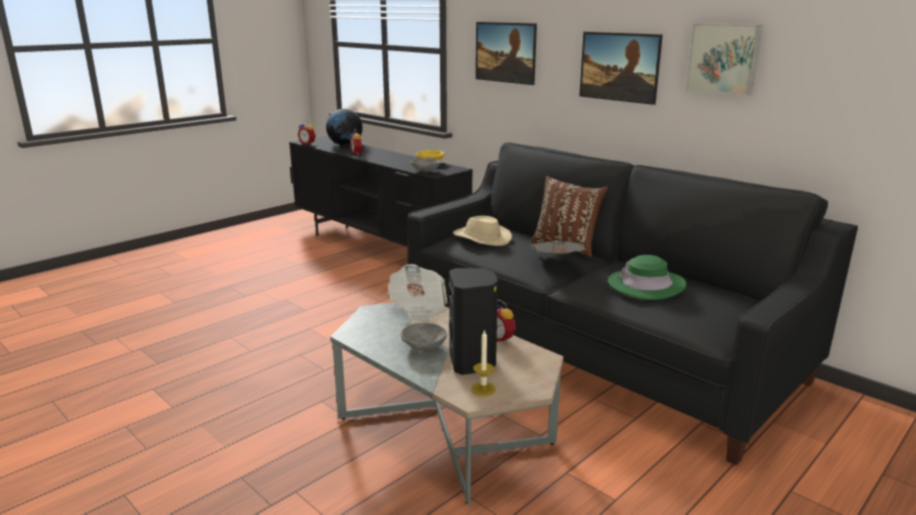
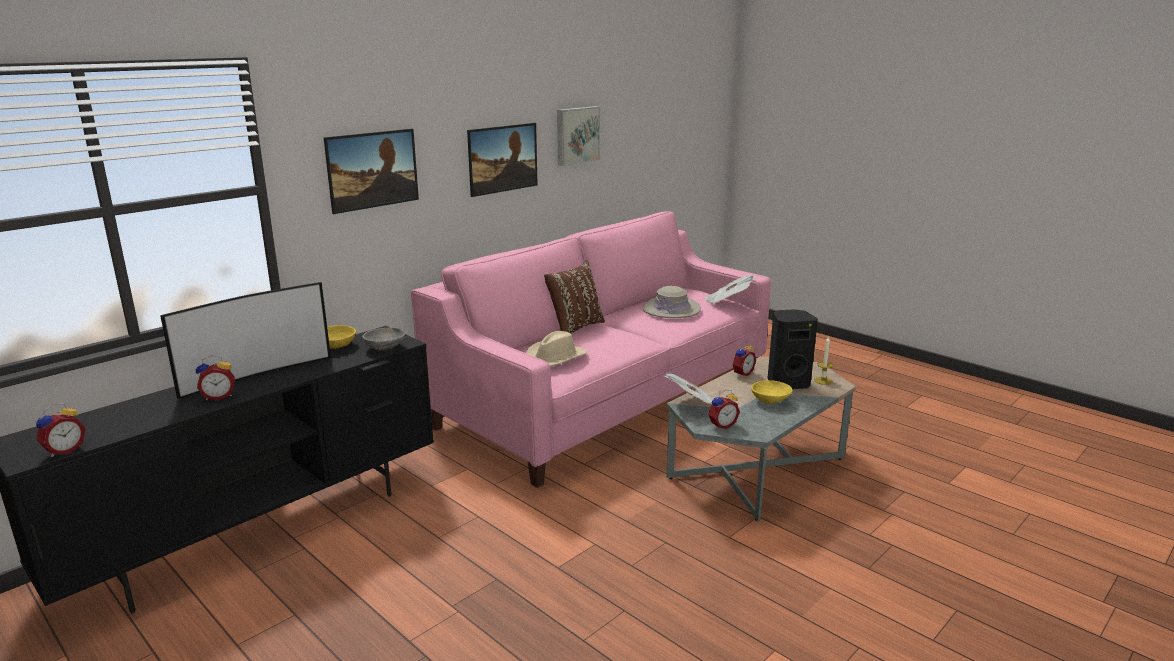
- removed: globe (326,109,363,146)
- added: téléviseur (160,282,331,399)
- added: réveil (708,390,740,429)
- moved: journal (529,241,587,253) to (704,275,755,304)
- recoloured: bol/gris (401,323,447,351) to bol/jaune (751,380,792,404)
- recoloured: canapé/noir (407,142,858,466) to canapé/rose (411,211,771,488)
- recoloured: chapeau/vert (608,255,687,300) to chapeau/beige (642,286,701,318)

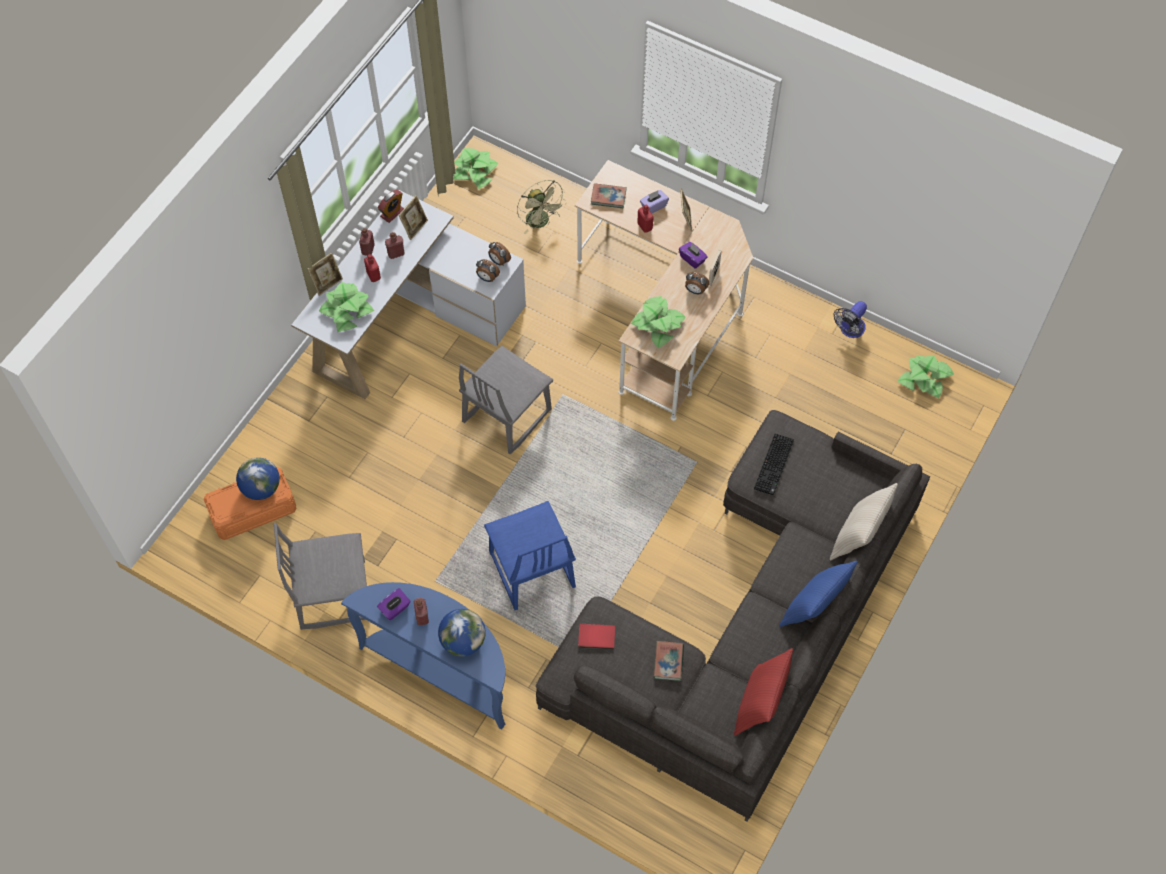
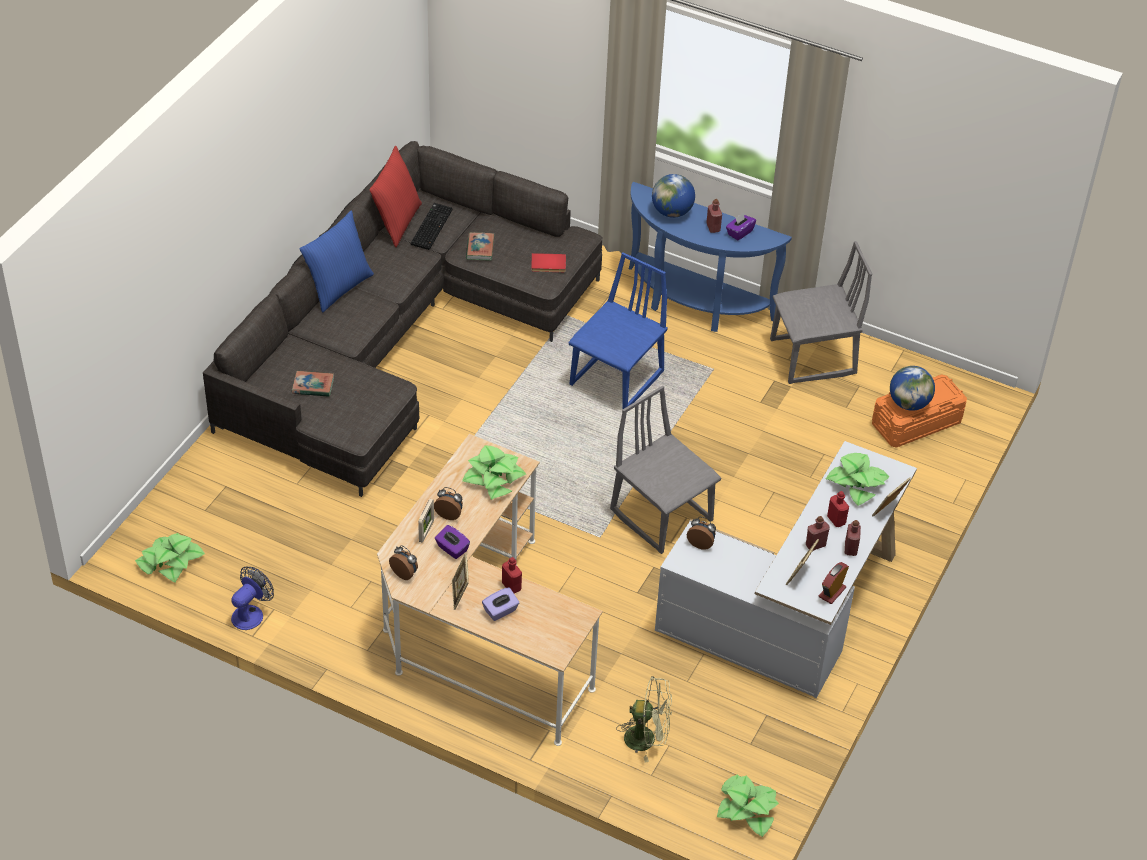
- removed: coussin/beige (830,483,898,561)
- moved: réveil (488,242,511,266) to (389,545,418,580)
- moved: livre (591,183,627,208) to (292,371,334,397)
- moved: clavier (754,434,794,495) to (411,203,453,250)
- turned: chaise/gris (459,346,553,455) = (610,386,721,554) 75 degrees counterclockwise
- turned: chaise/bleu (484,501,576,610) = (569,252,668,410) 60 degrees clockwise
- turned: ventilateur/vert (517,180,566,234) = (616,676,672,762) 135 degrees clockwise

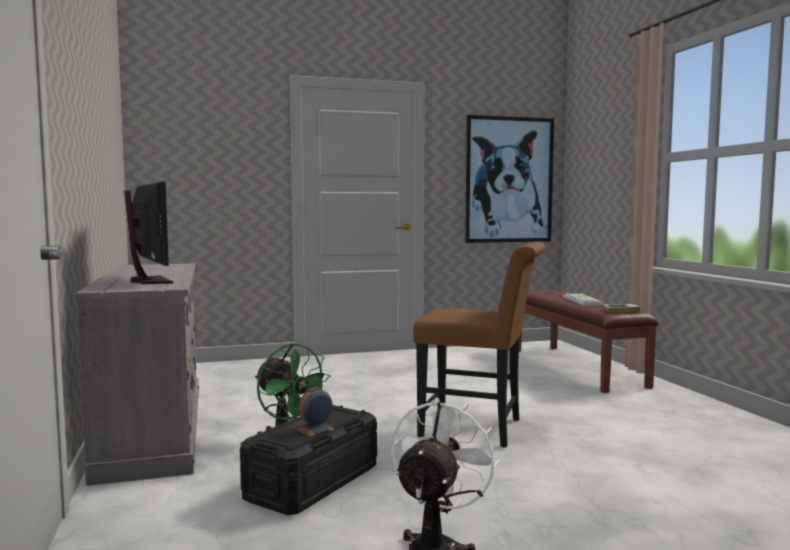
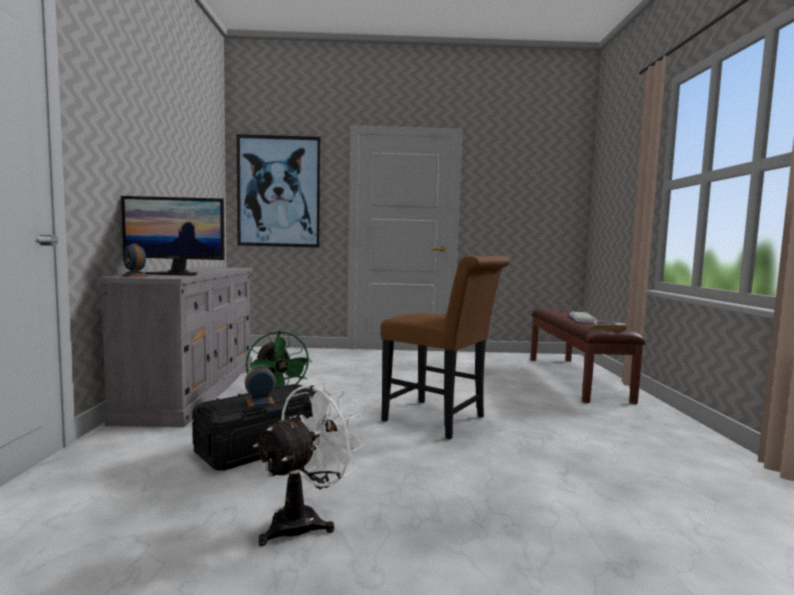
- added: réveil (121,244,149,277)
- moved: tableau (465,115,554,243) to (237,134,321,248)
- turned: écran d'ordinateur (123,181,173,284) = (121,196,225,276) 105 degrees clockwise

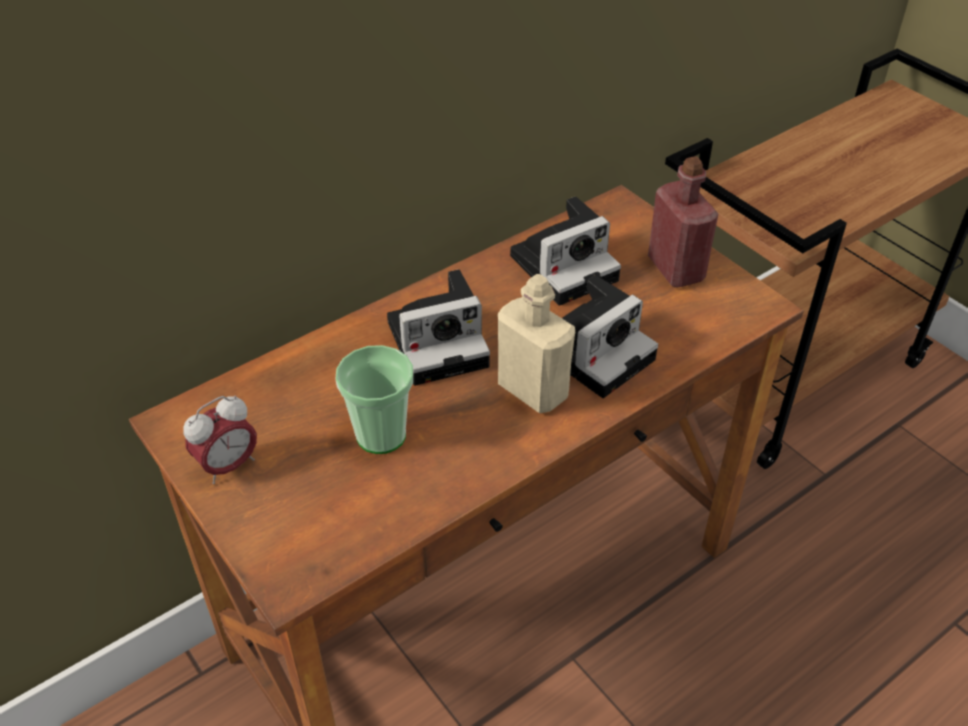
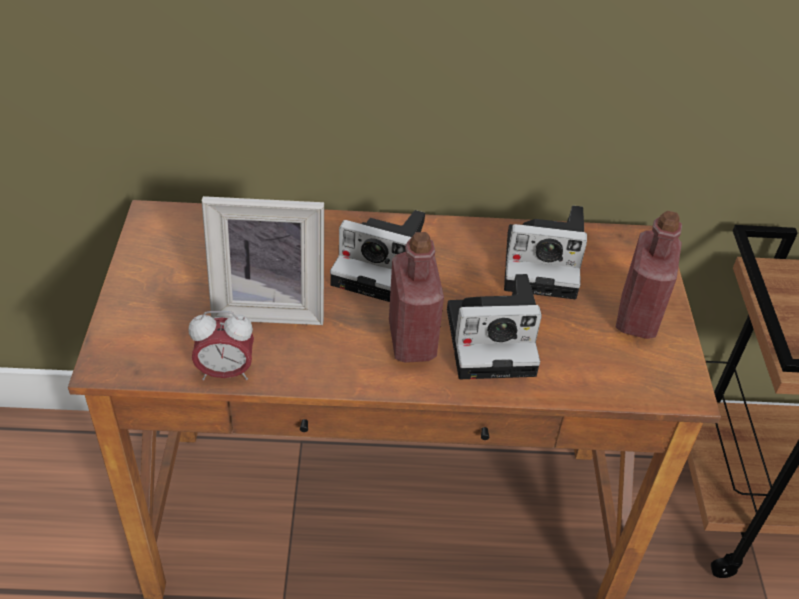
- moved: réveil (183,395,257,484) to (189,311,254,380)
- replaced: tasse (335,345,413,454) to cadre photo (202,196,324,325)
- recoloured: bouteille/beige (498,274,575,413) to bouteille/rouge (389,232,444,363)

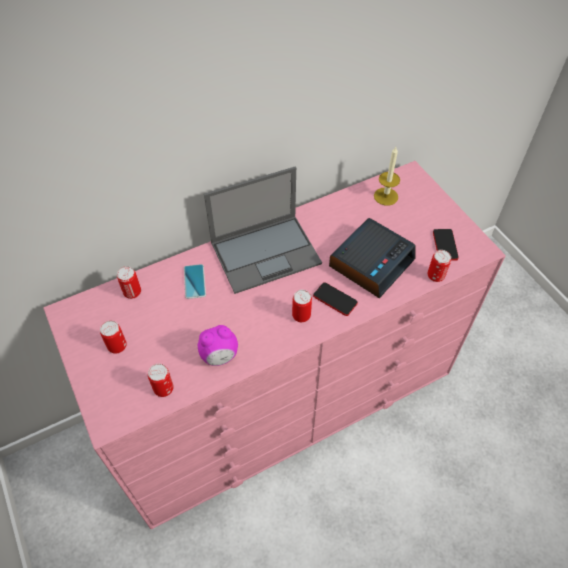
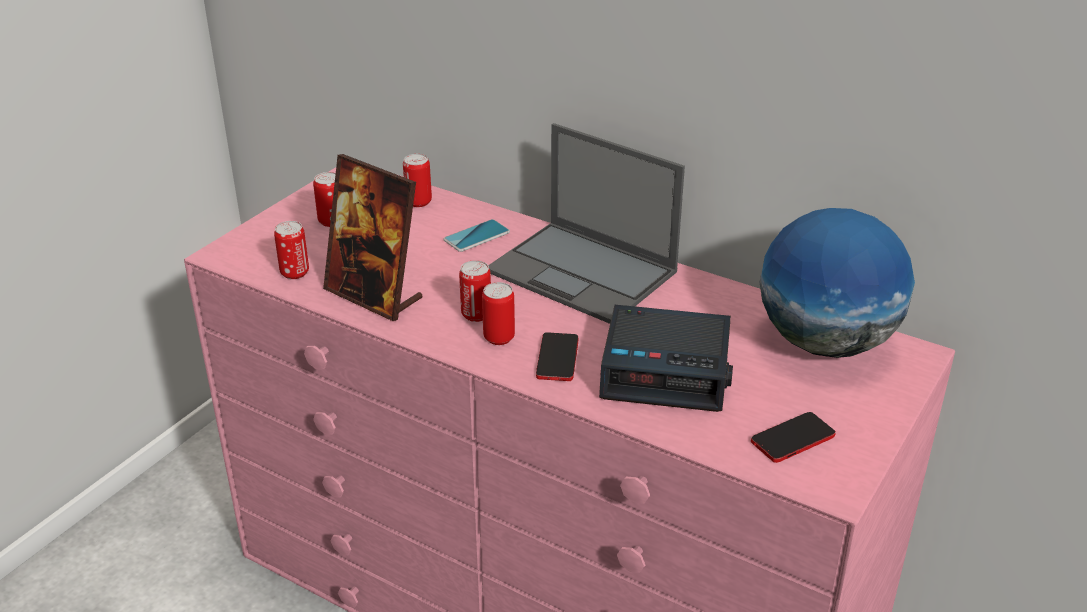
- moved: boîte métallique (428,250,451,282) to (459,260,491,322)
- replaced: réveil (198,325,238,366) to cadre photo (323,154,423,321)
- replaced: bougie (374,147,400,206) to globe (759,208,915,358)

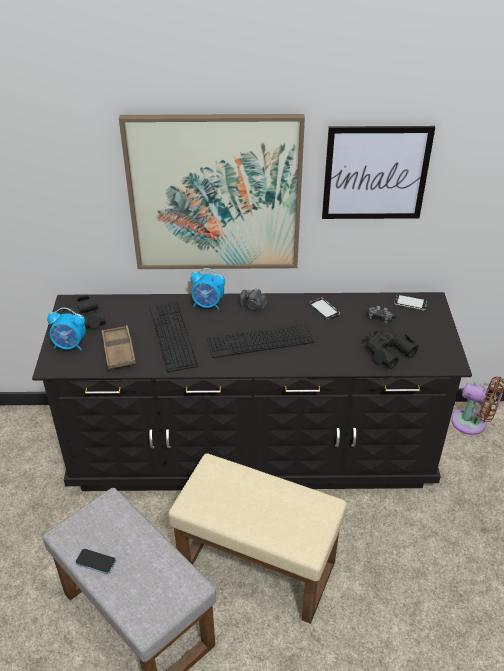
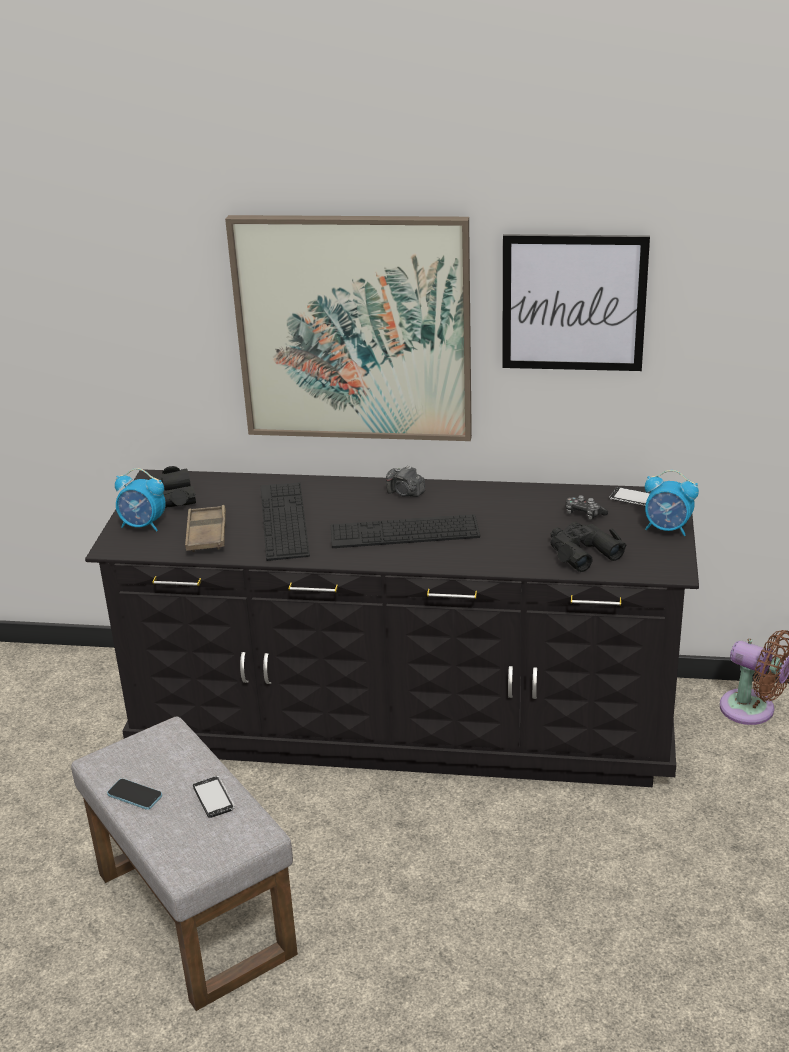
- removed: pouf/beige (168,454,347,624)
- moved: réveil (190,268,225,310) to (645,470,699,536)
- moved: téléphone (309,298,340,320) to (193,776,235,818)

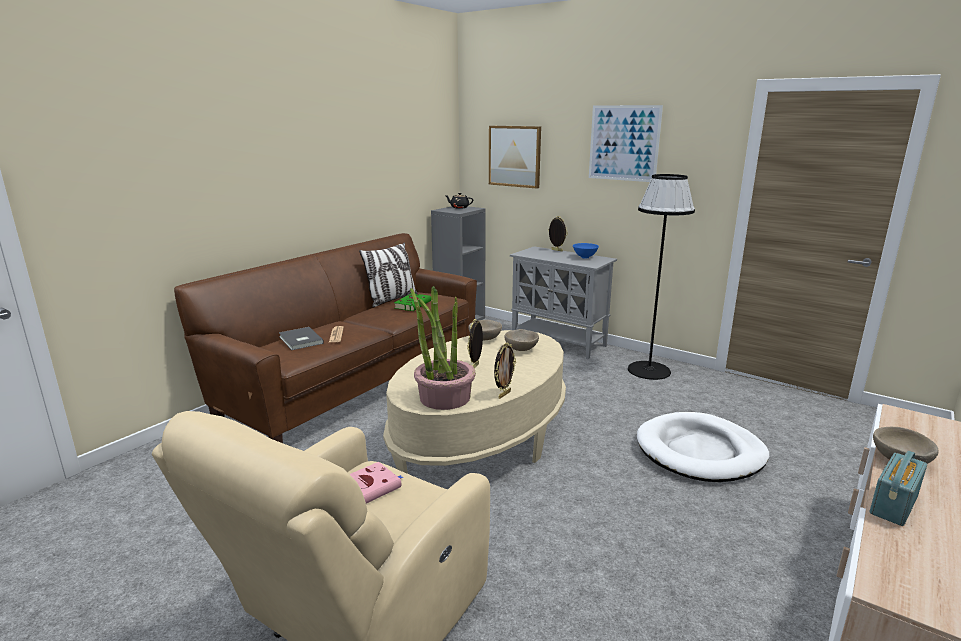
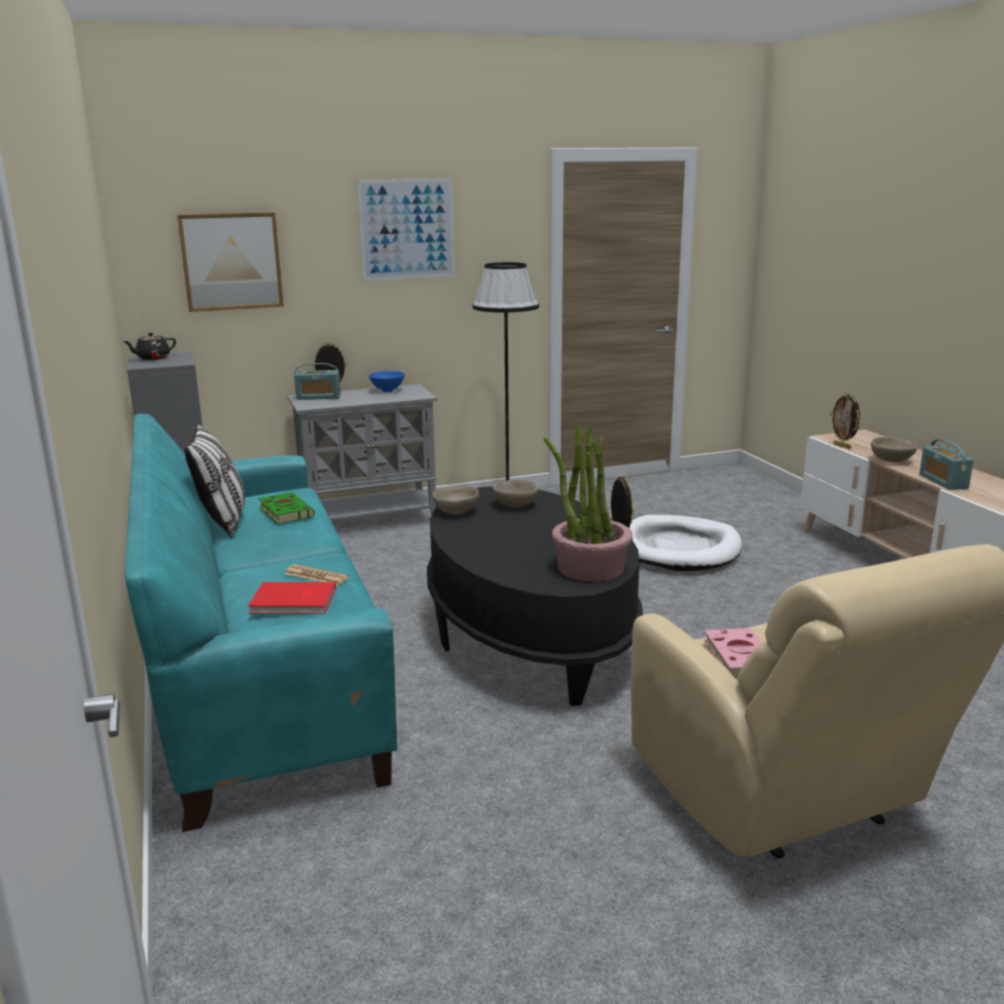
- added: radio (294,363,340,400)
- moved: cadre photo (467,319,483,368) to (830,393,861,449)
- recoloured: canapé/marron (174,233,477,443) to canapé/turquoise (125,413,397,832)
- recoloured: livre/gris (279,327,324,350) to livre/rouge (248,582,336,614)
- recoloured: table basse/beige (383,330,566,474) to table basse/noir (427,486,643,706)

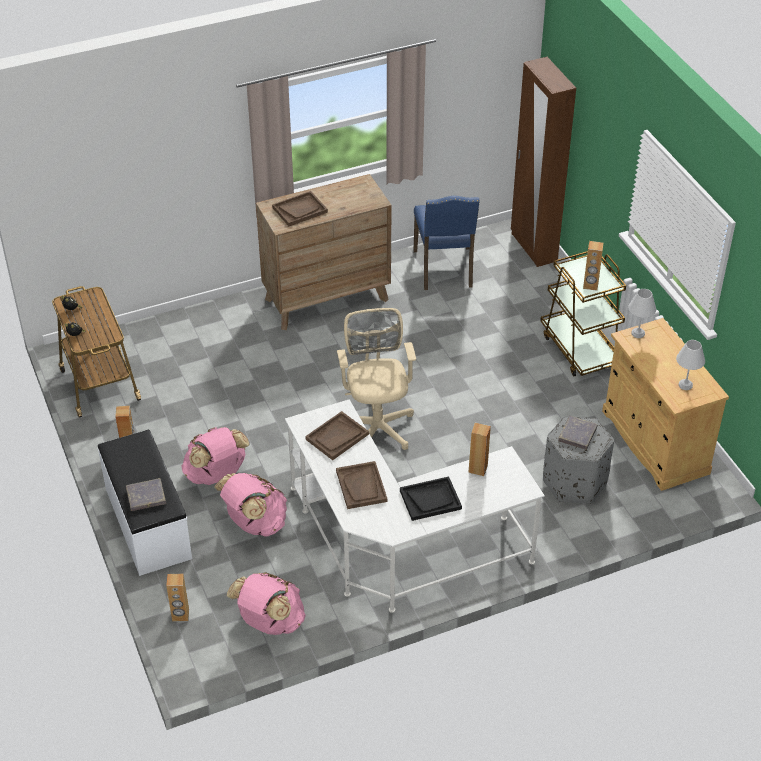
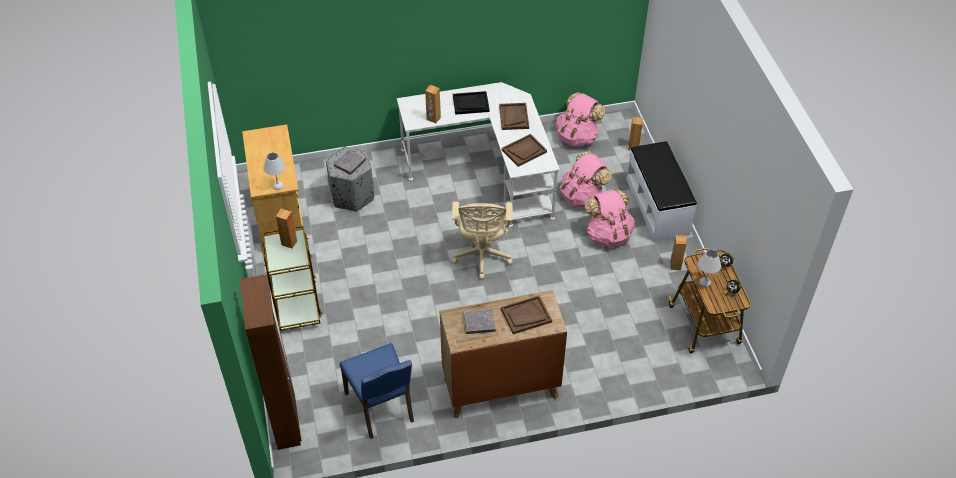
- moved: livre/gris (126,478,166,511) to (464,309,496,334)
- moved: lampe de table/blanc (676,340,705,390) to (698,249,721,287)
- turned: chaise/bleu (414,196,480,290) = (340,343,414,439) 150 degrees clockwise

